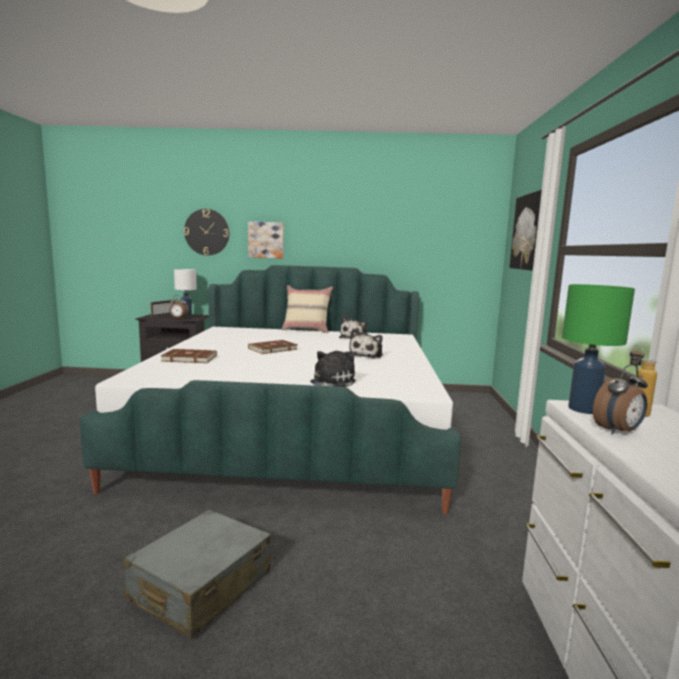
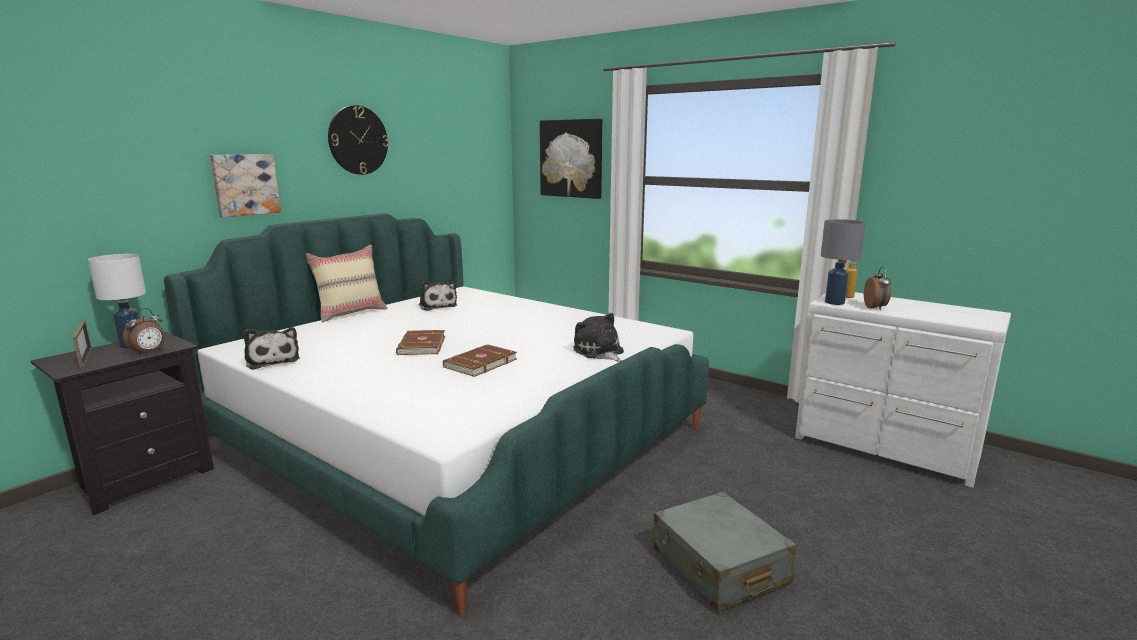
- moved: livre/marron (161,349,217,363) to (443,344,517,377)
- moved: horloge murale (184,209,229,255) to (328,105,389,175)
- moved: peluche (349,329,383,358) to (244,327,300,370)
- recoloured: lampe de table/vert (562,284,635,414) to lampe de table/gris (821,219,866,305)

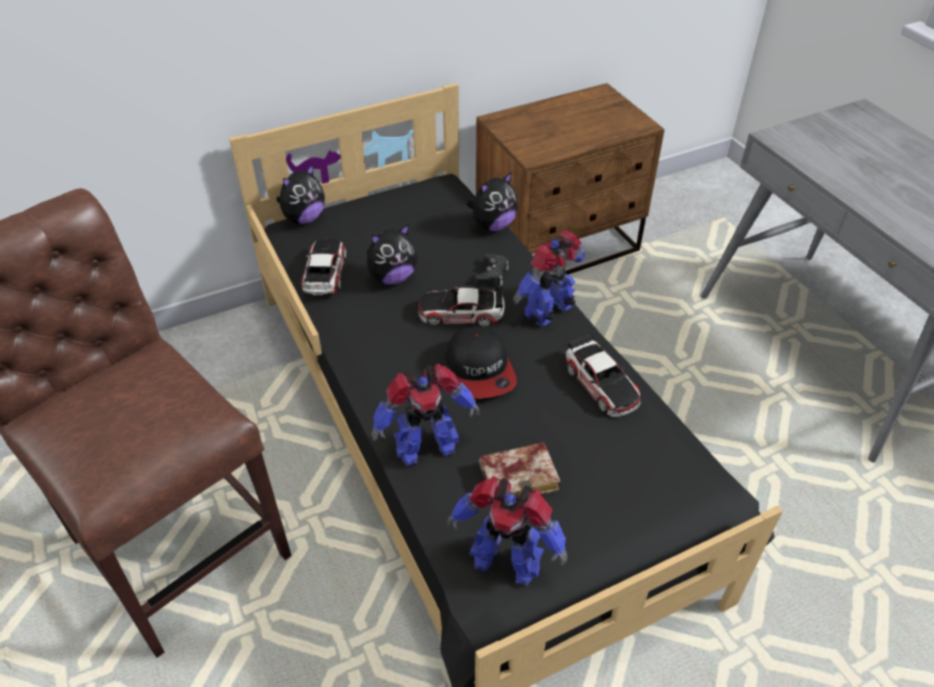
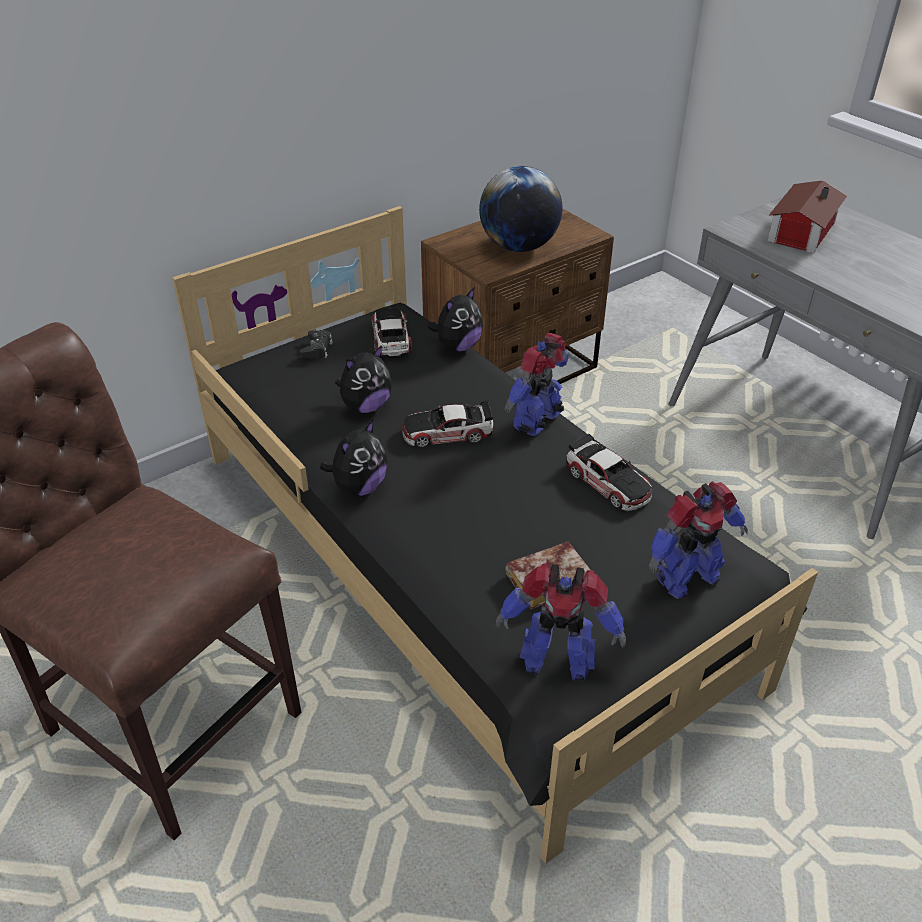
- removed: casquette (445,326,517,399)
- added: globe (479,166,562,252)
- added: maison miniature (767,180,847,253)
- moved: peluche (276,164,325,224) to (320,420,388,496)
- moved: petite voiture (301,239,346,296) to (372,309,412,359)
- moved: robot jouet (371,364,480,466) to (649,481,748,599)
- moved: manette/noir (476,254,509,287) to (300,330,333,359)

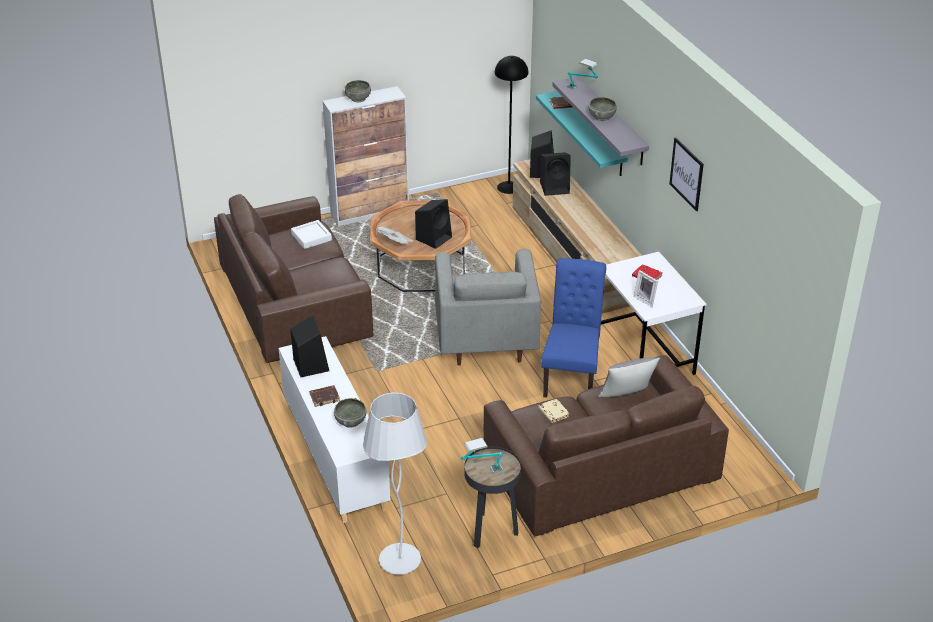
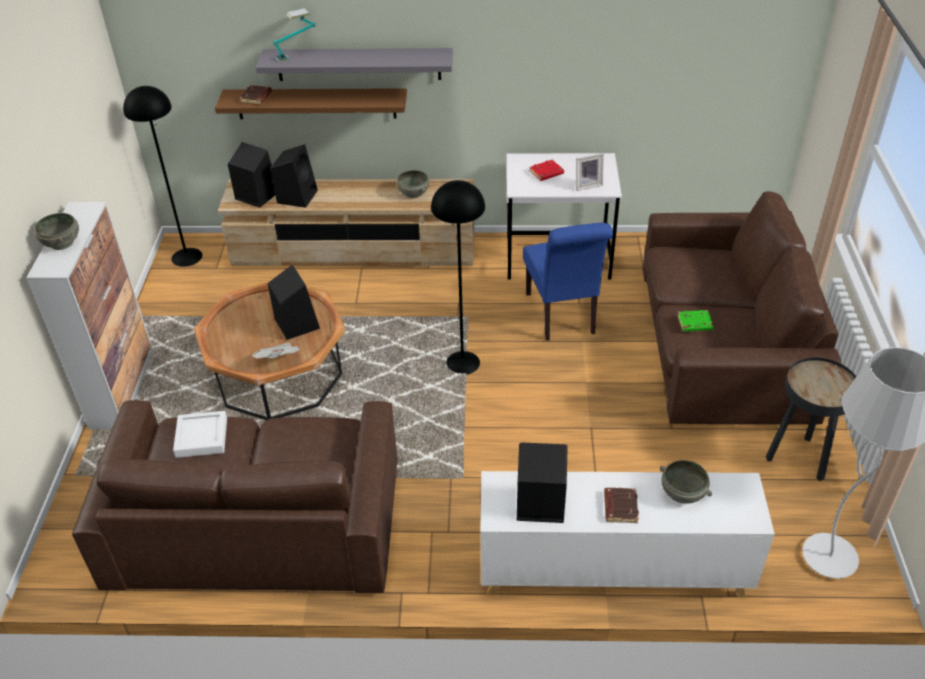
- removed: lampe de table (461,438,503,473)
- removed: coussin/gris (598,357,660,397)
- removed: tableau (669,137,704,211)
- moved: bol/gris (589,97,617,121) to (397,170,429,198)
- replaced: fauteuil/gris (435,249,541,365) to lampadaire/noir (431,180,485,375)
- recoloured: étagère/turquoise (536,91,628,176) to étagère/marron (215,88,407,119)
- recoloured: livre/beige (538,399,570,423) to livre/vert (677,310,714,332)
- turned: chaise/bleu (541,258,606,398) = (523,223,613,341) 135 degrees counterclockwise

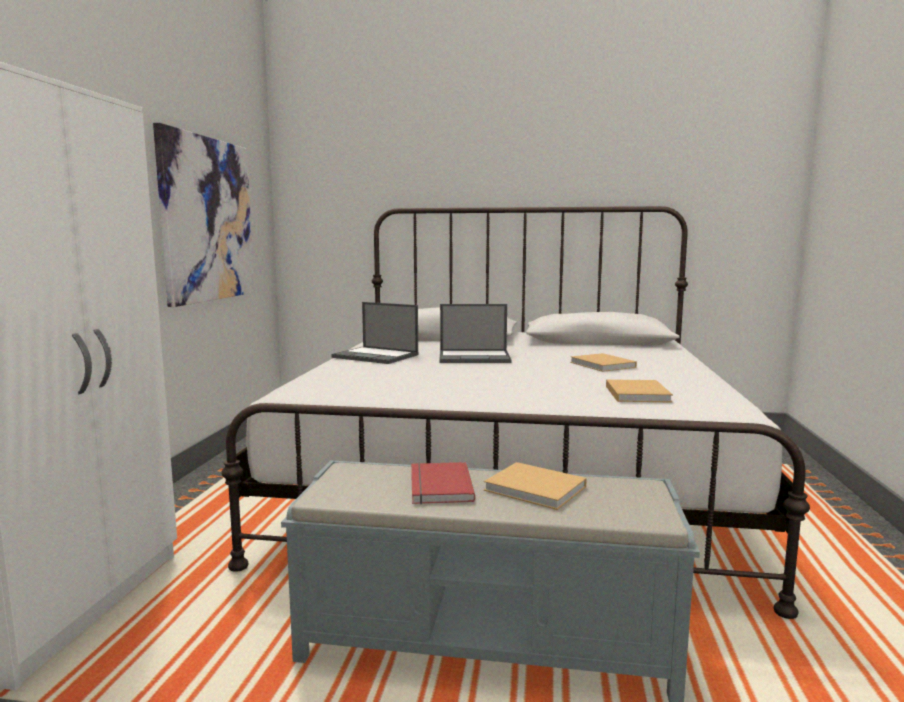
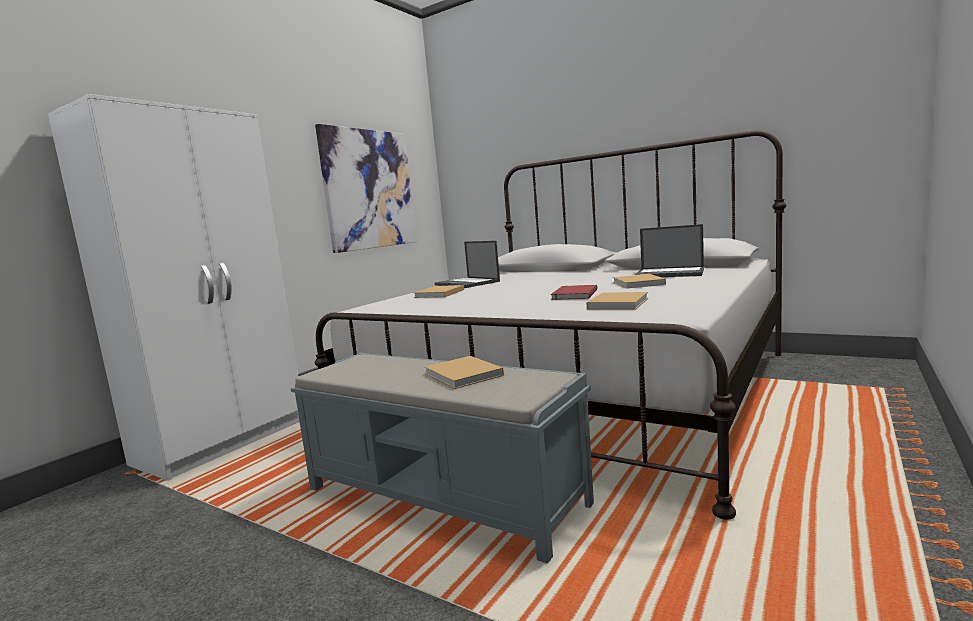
- added: livre/beige (414,285,464,298)
- moved: livre/rouge (411,462,475,504) to (551,285,598,300)
- moved: ordinateur portable (439,304,511,363) to (635,224,704,277)

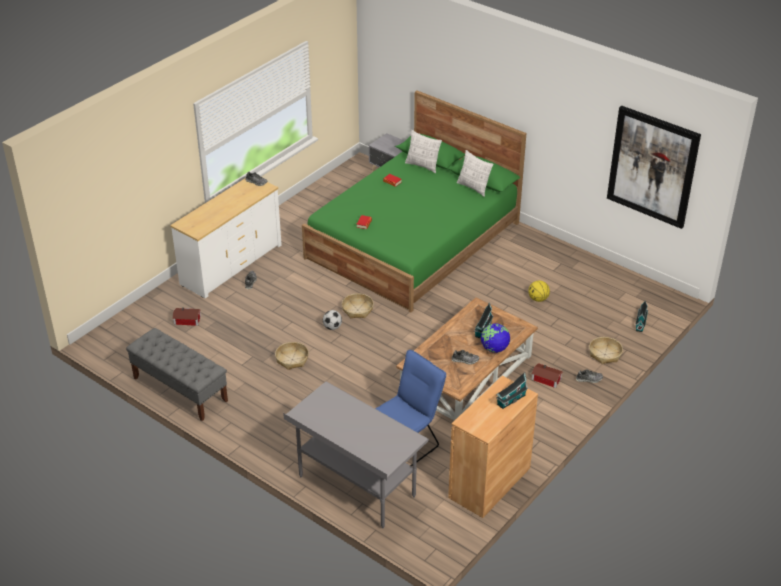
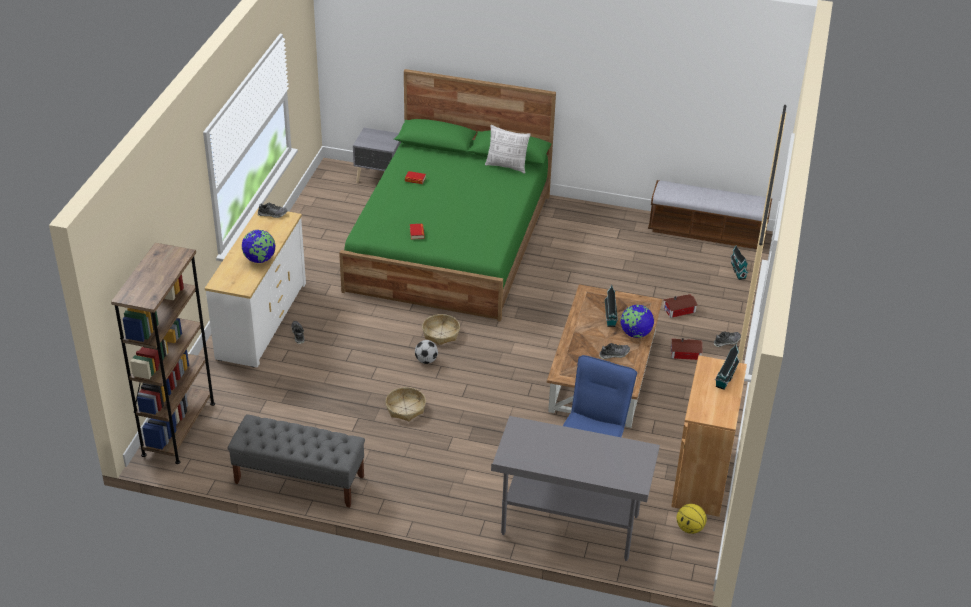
- removed: coussin (405,130,442,173)
- removed: panier (589,337,623,364)
- removed: tableau (607,105,701,229)
- added: bibliothèque/marron (111,243,215,464)
- added: globe (242,230,276,263)
- added: banc (648,180,772,249)
- moved: maison miniature (172,308,201,326) to (663,294,698,318)
- moved: ballon de basket (528,281,550,302) to (677,504,707,534)

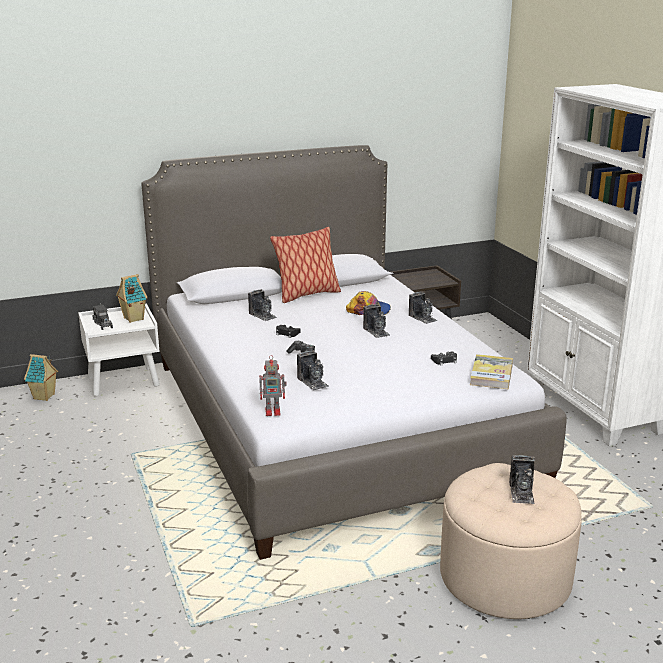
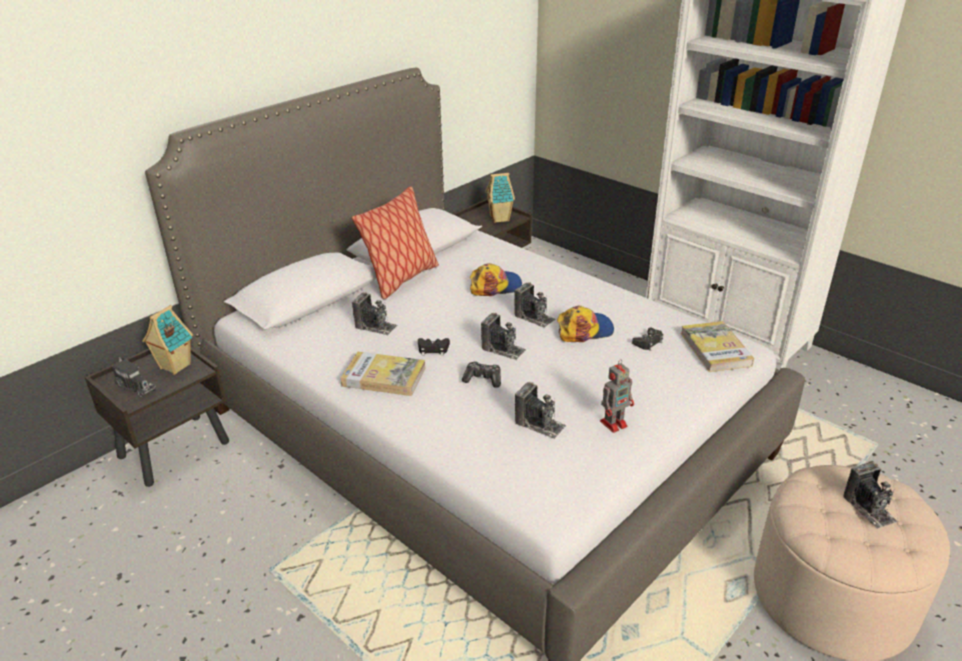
- added: livre (341,352,425,396)
- added: casquette (557,306,614,342)
- moved: maison miniature (24,354,58,401) to (485,173,515,223)
- moved: robot jouet (259,355,287,416) to (600,359,634,433)
- moved: appareil photo (409,291,438,324) to (481,313,526,360)
- recoloured: table de chevet/blanc (78,303,160,397) to table de chevet/marron (85,347,229,487)

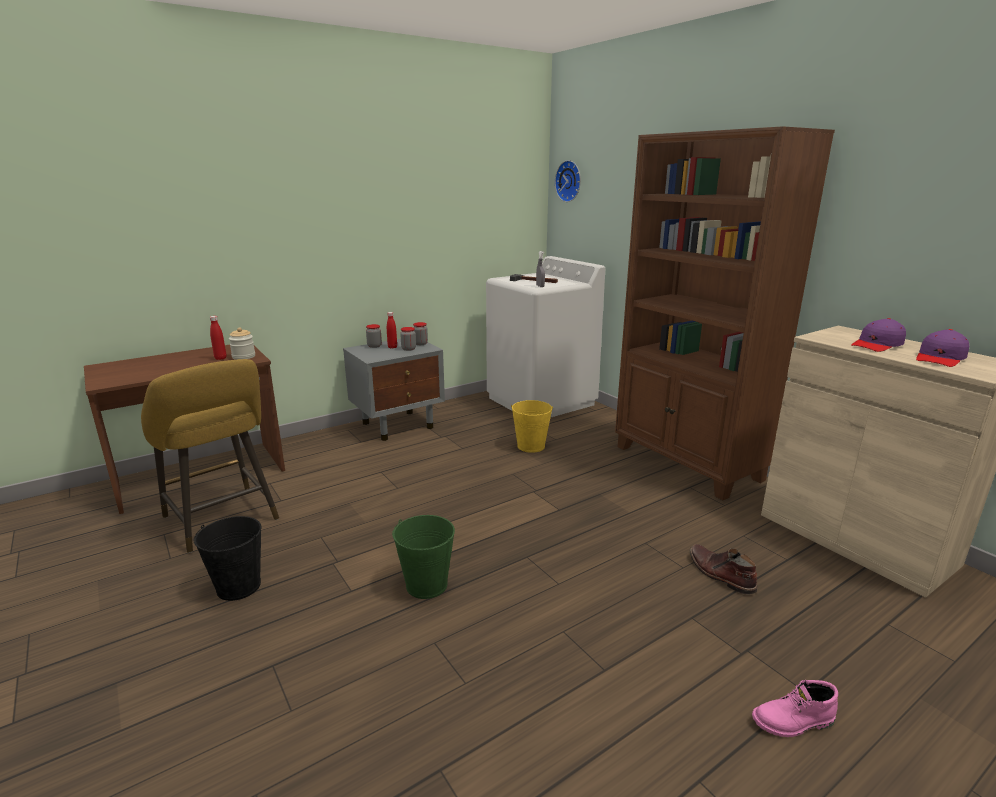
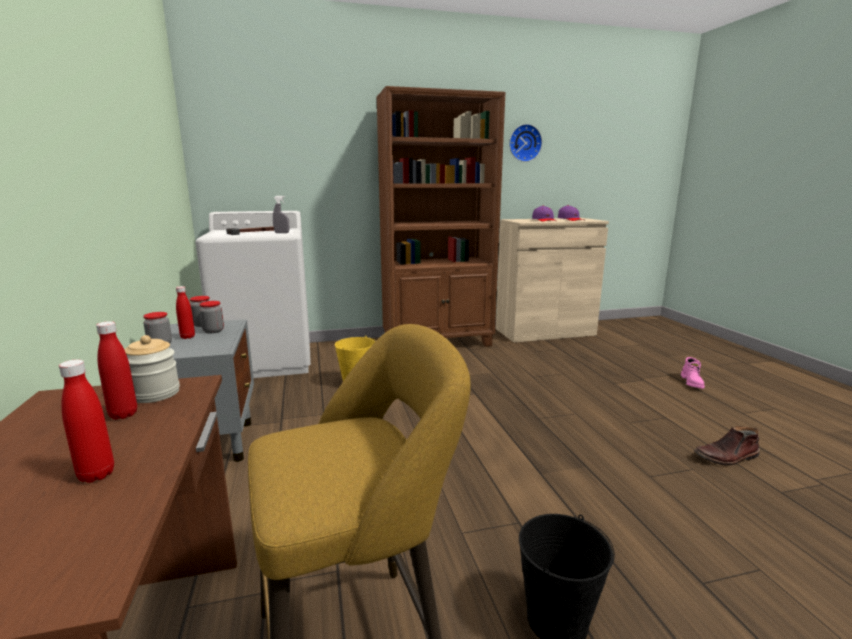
- removed: seau/vert (392,515,455,599)
- added: bouteille/rouge (59,359,114,483)
- moved: horloge murale (555,160,581,202) to (509,124,542,162)
- moved: botte/marron (690,544,757,595) to (694,426,760,465)

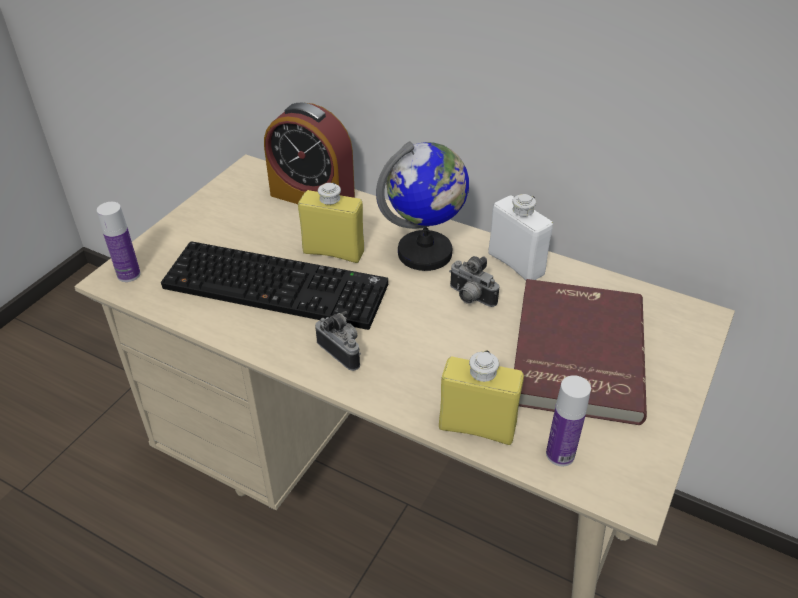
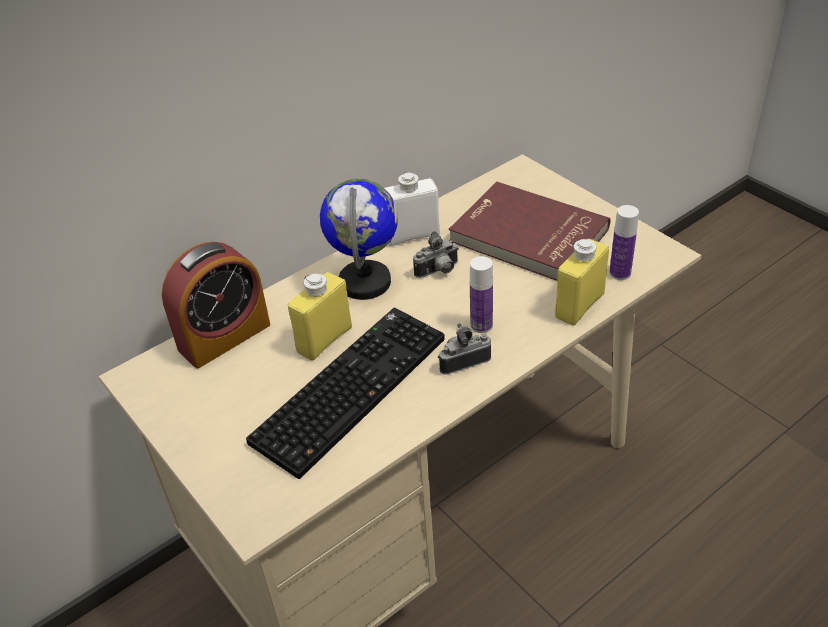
- moved: bouteille (97,202,141,282) to (470,256,493,333)

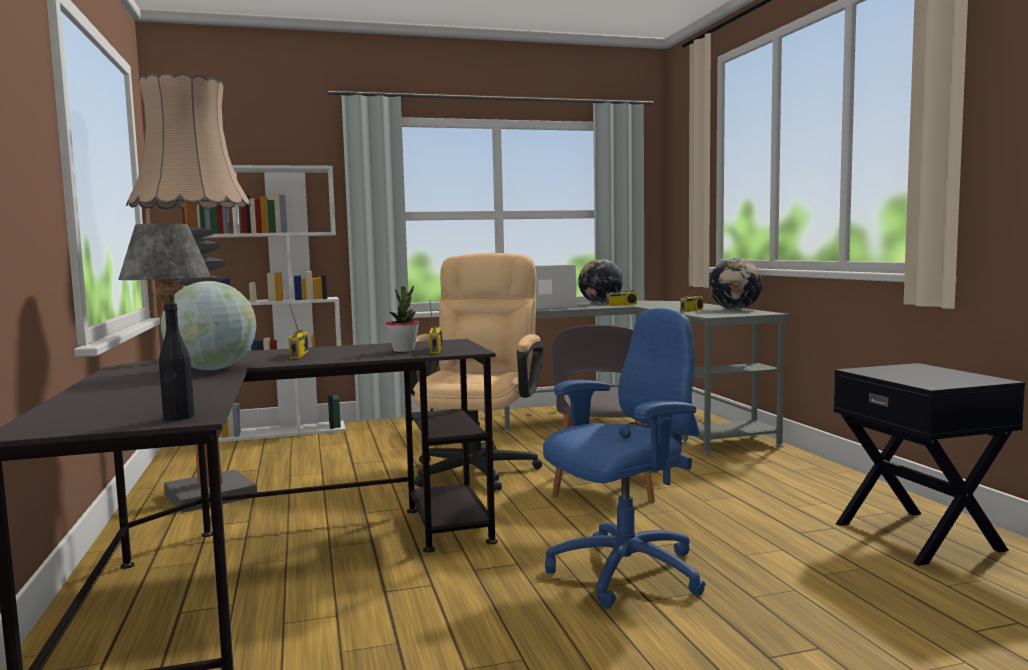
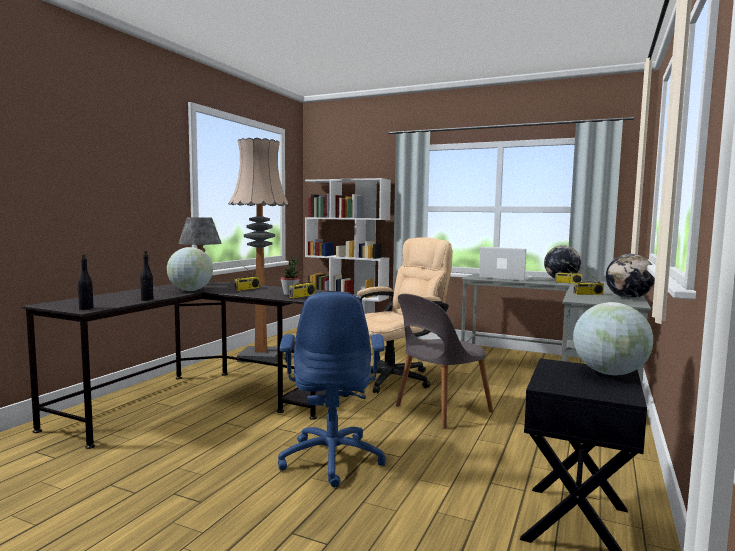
- added: bouteille/noir (140,250,153,300)
- added: globe (573,302,653,375)
- turned: chaise de bureau/bleu (543,308,706,608) = (278,292,386,487) 75 degrees clockwise

